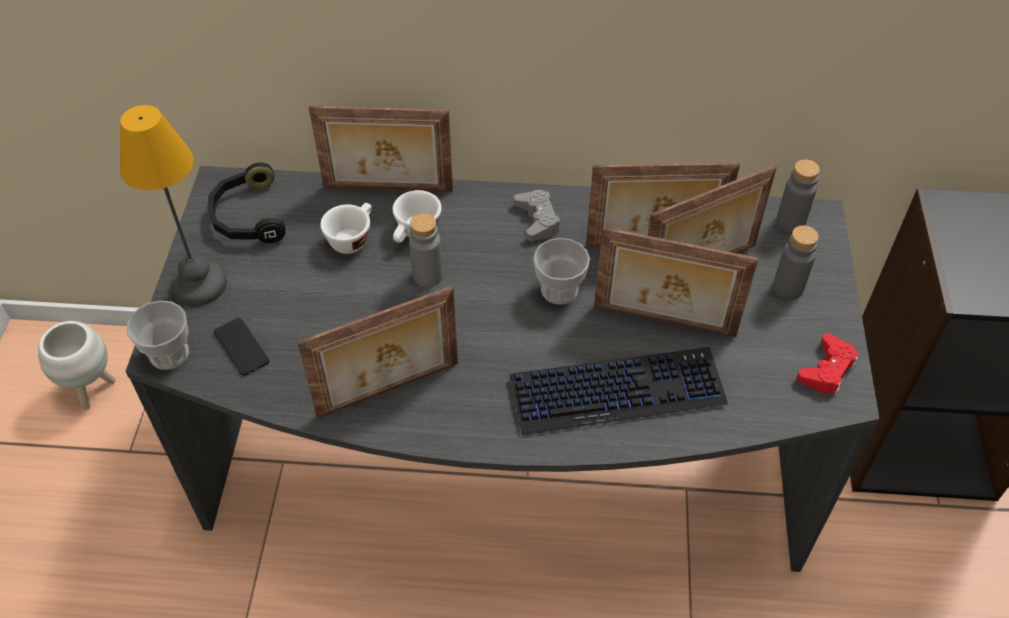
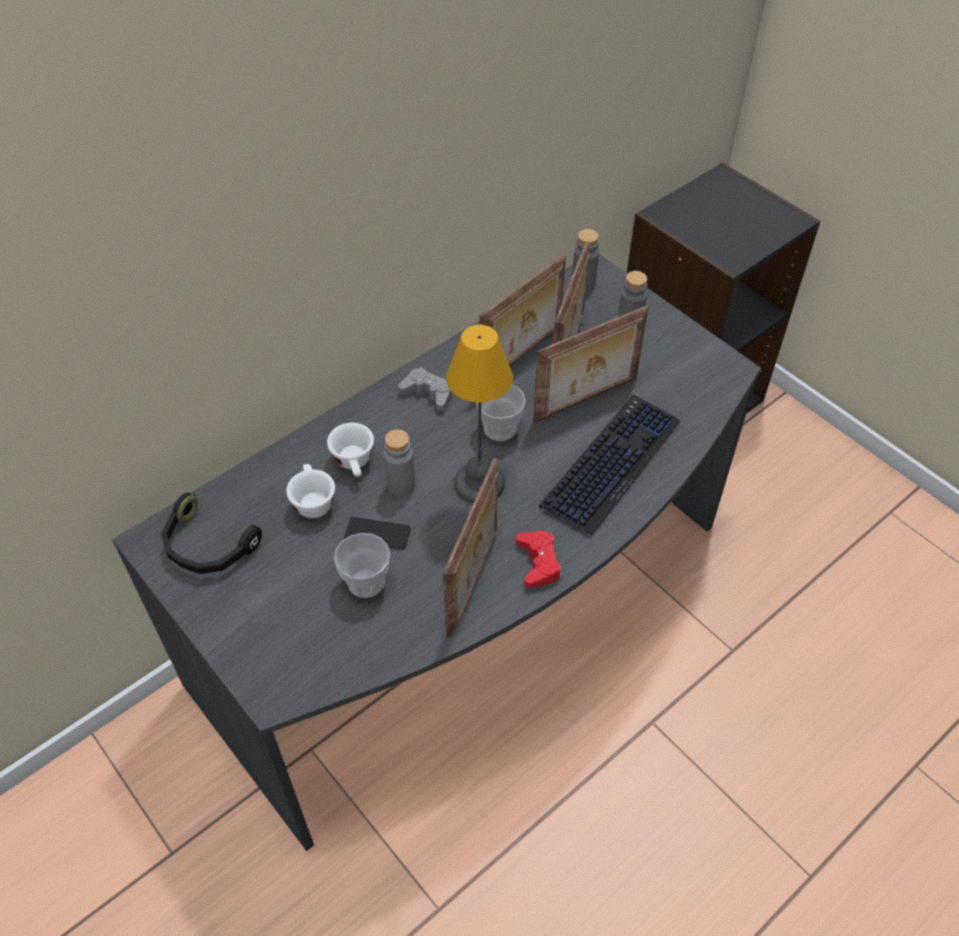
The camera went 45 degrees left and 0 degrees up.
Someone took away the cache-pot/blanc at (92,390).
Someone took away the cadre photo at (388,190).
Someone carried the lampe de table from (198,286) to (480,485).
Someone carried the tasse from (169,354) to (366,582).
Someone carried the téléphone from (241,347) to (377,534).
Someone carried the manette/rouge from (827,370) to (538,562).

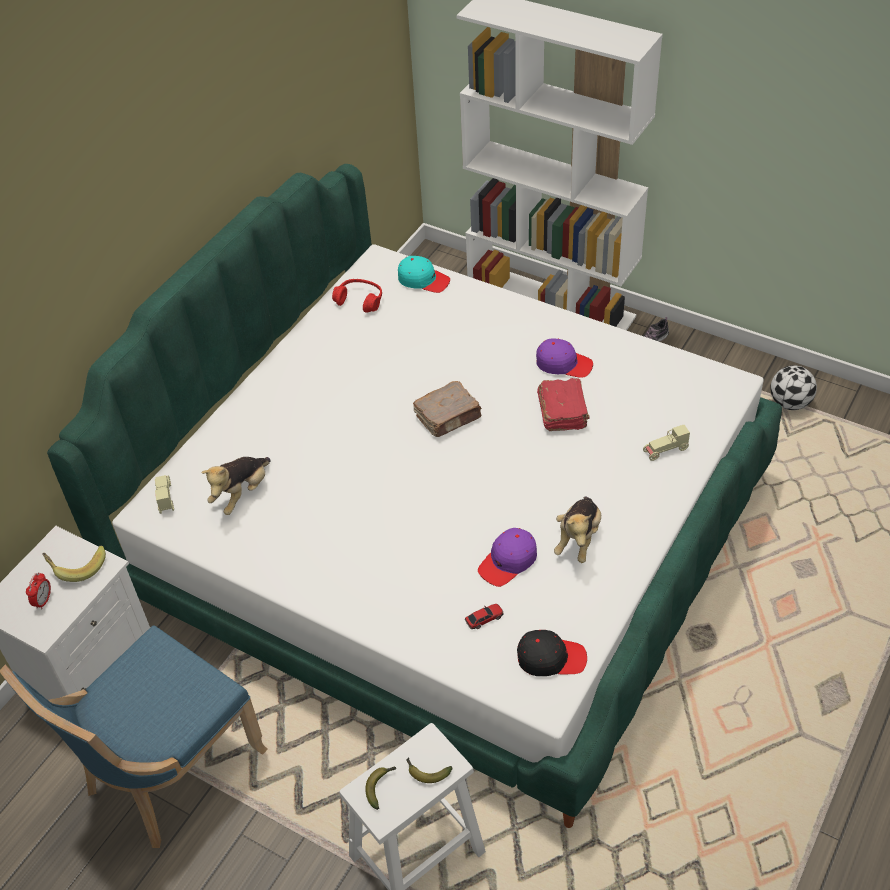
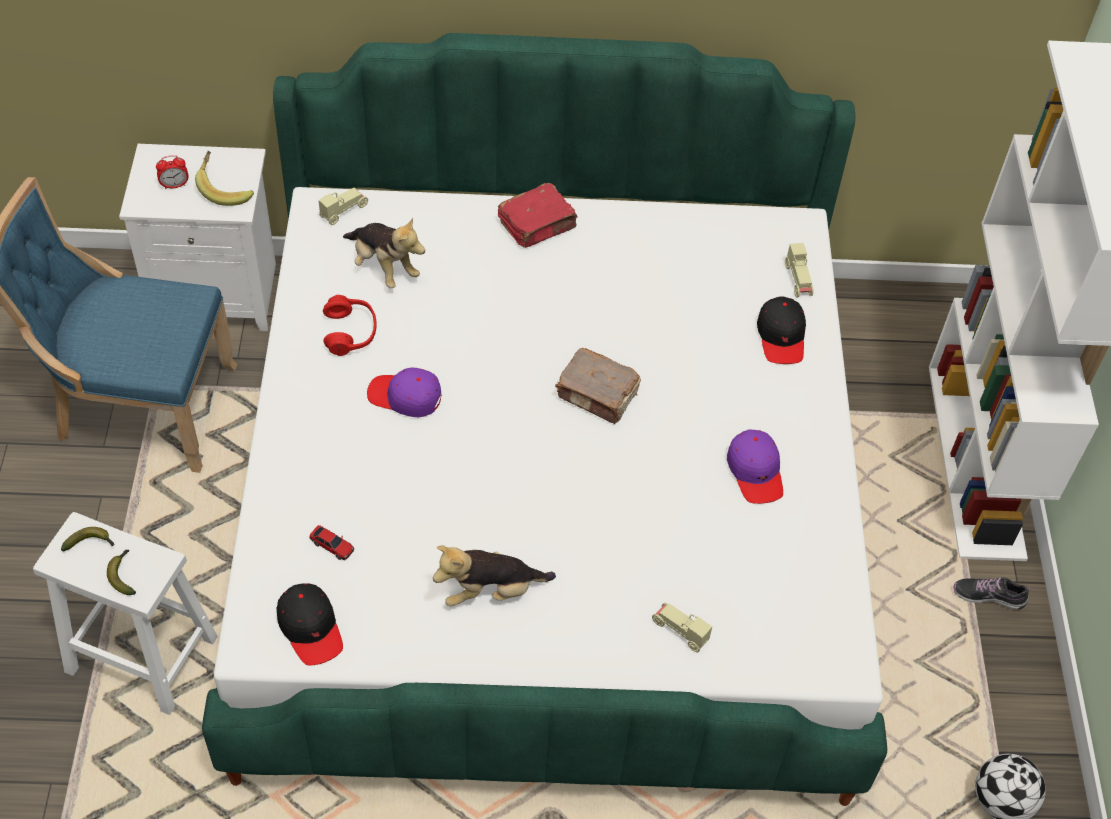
The camera went 55 degrees right and 5 degrees up.
Someone put down the casquette/noir at (781,336).
Someone carried the casque audio/rouge from (359,300) to (350,332).
Someone carried the casquette/violet from (508,562) to (405,397).
Someone carried the livre/rouge from (563,412) to (538,225).
Someone swapped the casquette/turquoise at (423,280) for the petite voiture/beige at (798,280).
Someone rotated the peluche at (242,493) by 135 degrees counterclockwise.

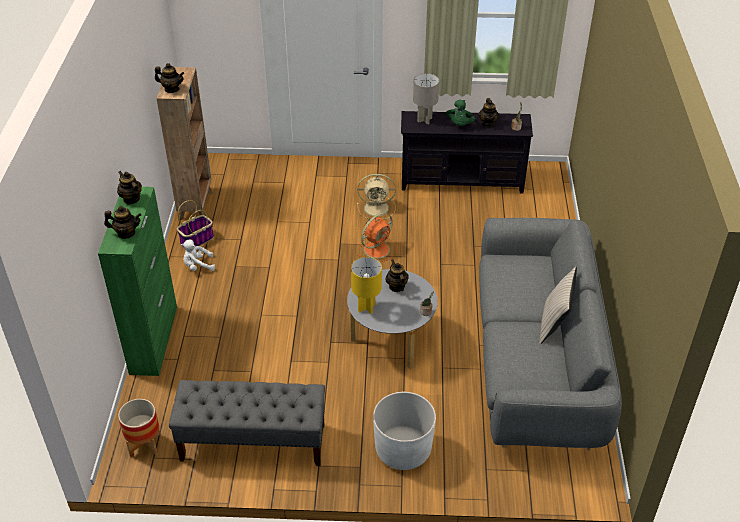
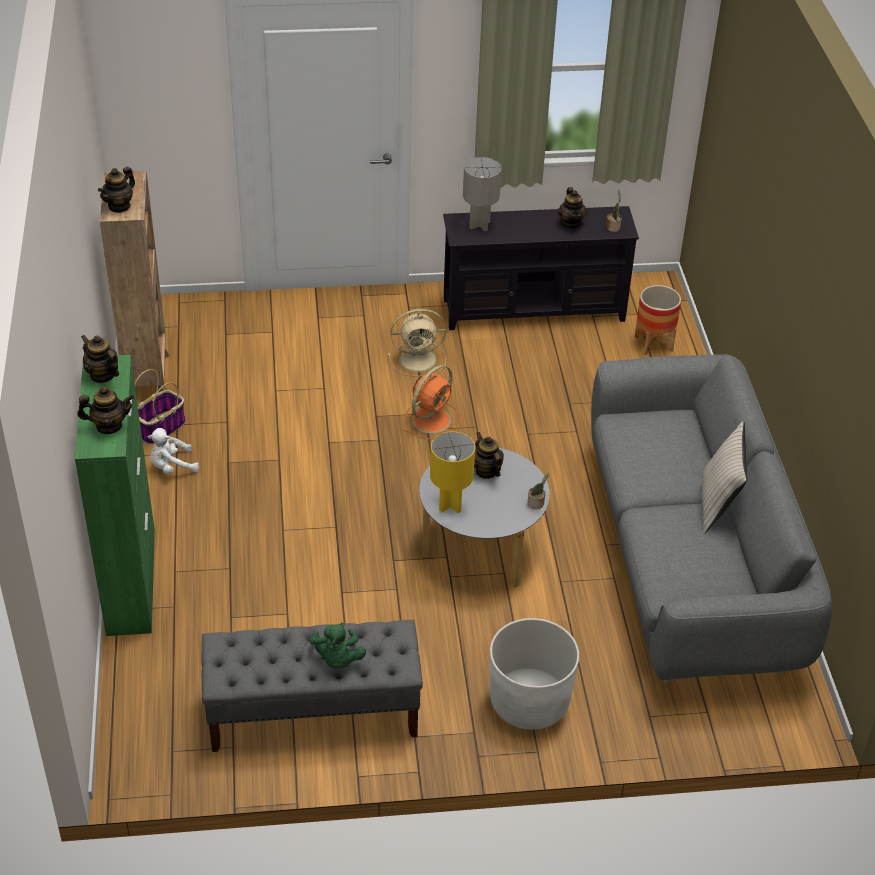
The camera went 10 degrees left and 0 degrees up.
Someone carried the cache-pot from (145,445) to (653,344).
Someone carried the peluche/vert from (459,124) to (337,659).
Someone rotated the théière at (171,89) by 120 degrees clockwise.

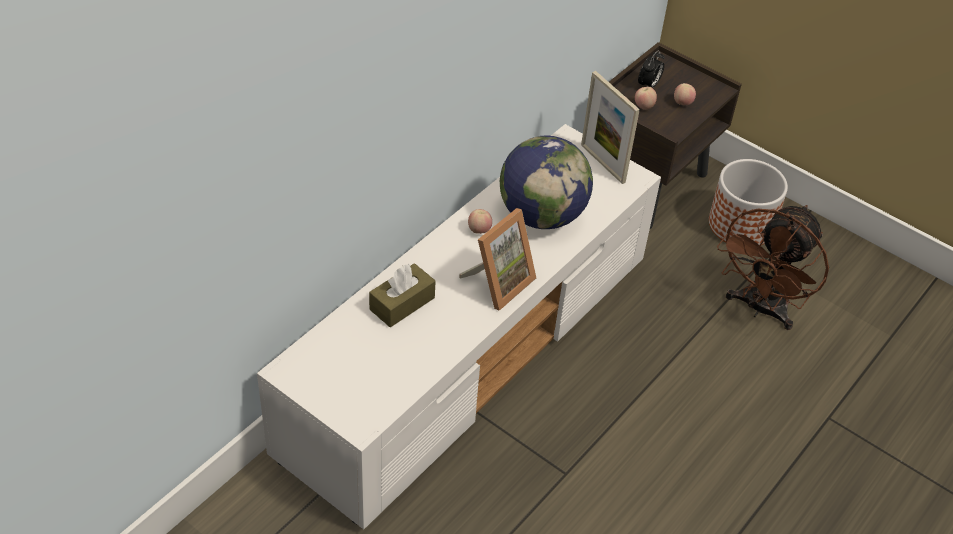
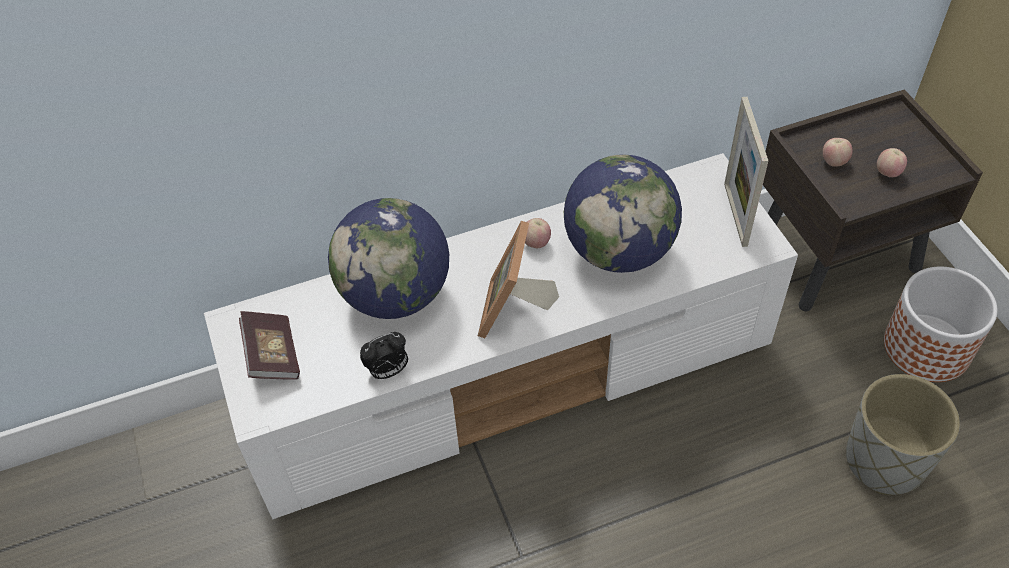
The camera went 35 degrees right and 5 degrees up.
Someone put down the livre at (272,355).
Someone carried the réveil from (648,85) to (388,371).
Someone swapped the boîte à mouchoirs/marron at (402,303) for the globe at (396,295).
Someone swapped the ventilateur/marron at (760,309) for the cache-pot/gris at (885,461).
Someone rotated the cadre photo at (498,283) by 120 degrees clockwise.

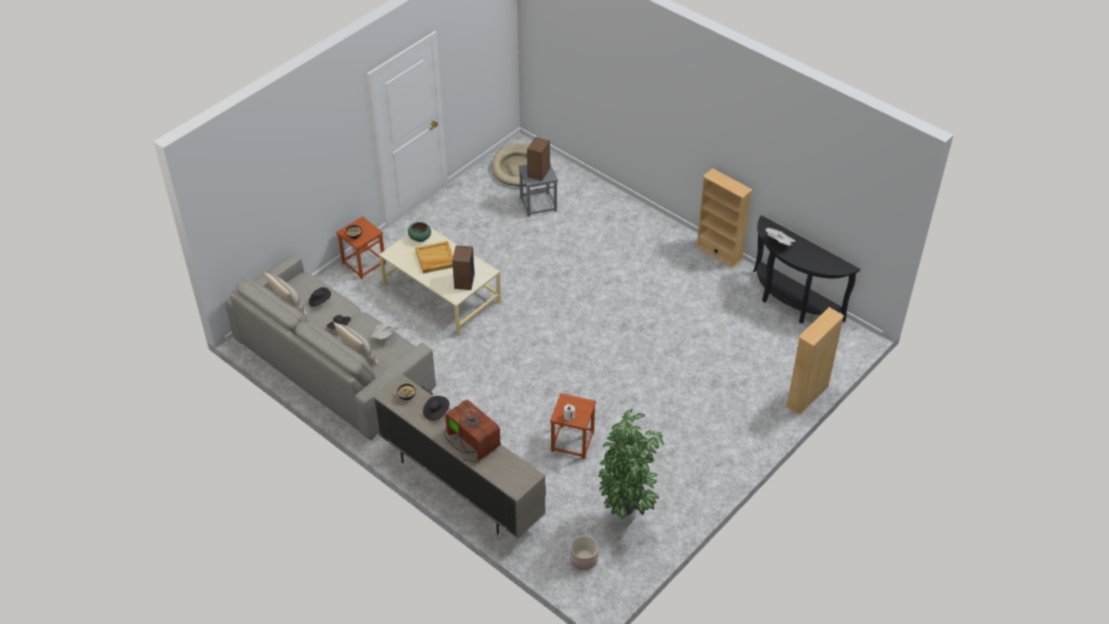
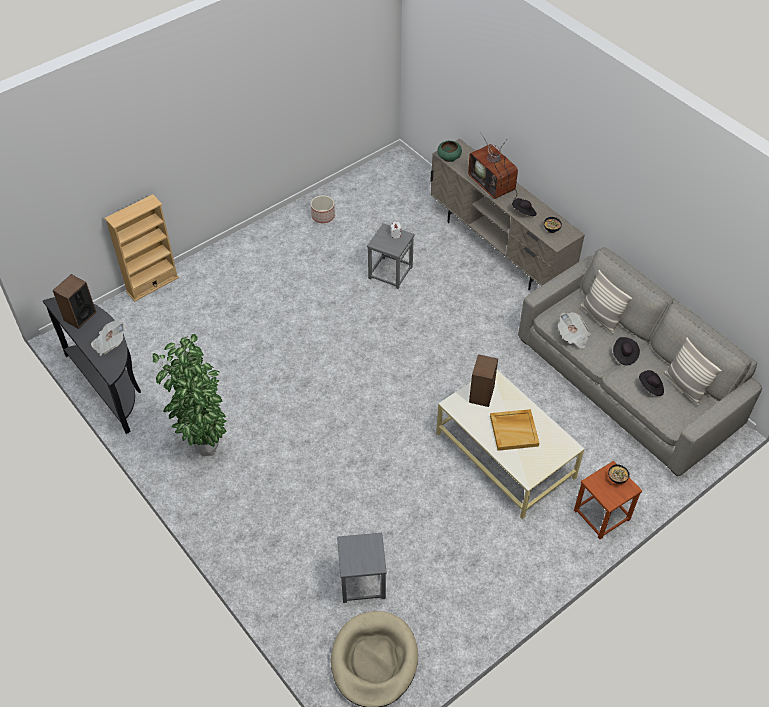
The camera went 170 degrees left and 5 degrees up.
Someone took away the bibliothèque/beige at (719,253).
Someone carried the bol/vert from (420,237) to (449,157).
Someone carried the enceinte from (539,172) to (79,316).
Someone carried the cache-pot from (584,558) to (323,216).
Someone carried the plante en pot from (626,520) to (205,447).
Someone repainted the tabouret/marron at (573,442), which became the tabouret/gris at (390,272).

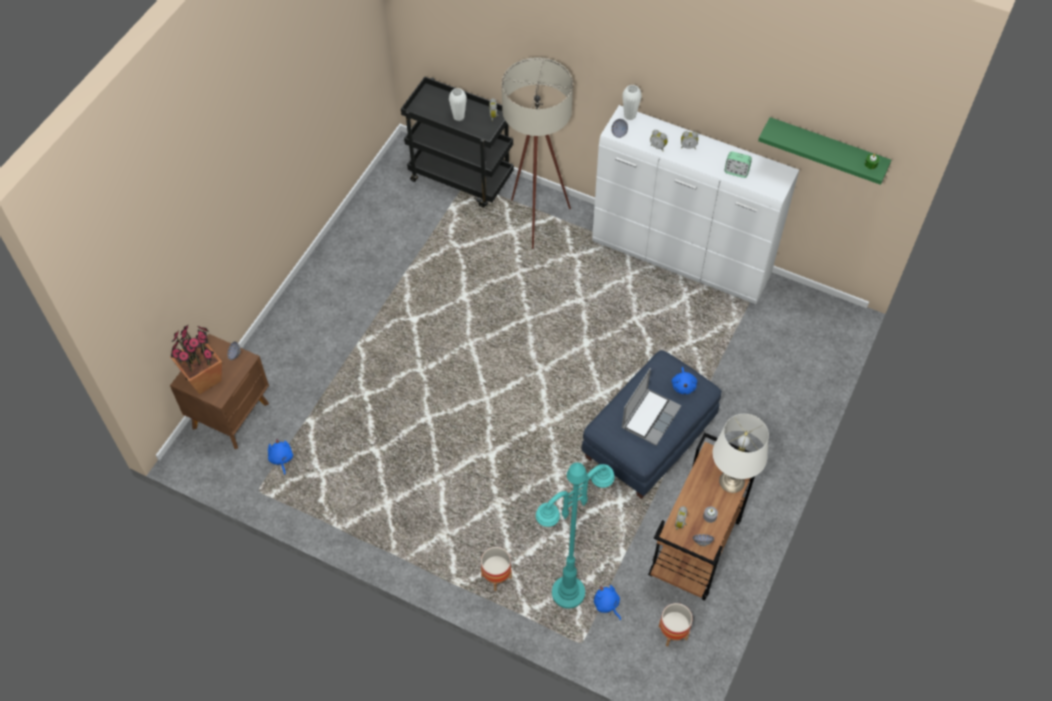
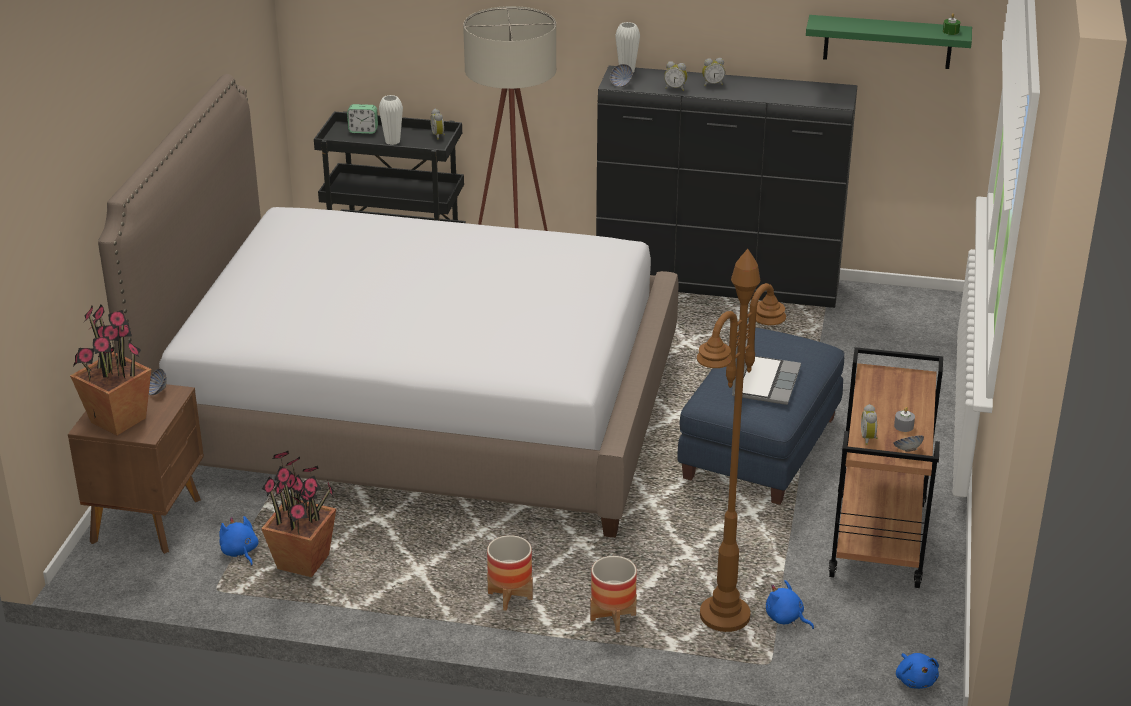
The camera went 15 degrees left and 25 degrees down.
Someone took away the lampe de table/blanc at (732,481).
Someone put down the lit at (417,412).
Someone put down the plante en pot at (304,563).
Someone carried the cache-pot from (673,632) to (510,597).
Someone carried the peluche/bleu from (683,385) to (915,680).
Someone carried the réveil from (736,171) to (363,130).
Someone repainted the lampadaire/turquoise at (568,592), which became the lampadaire/marron at (725,616).
Someone repainted the commode/blanc at (681,260), which became the commode/noir at (718,285).

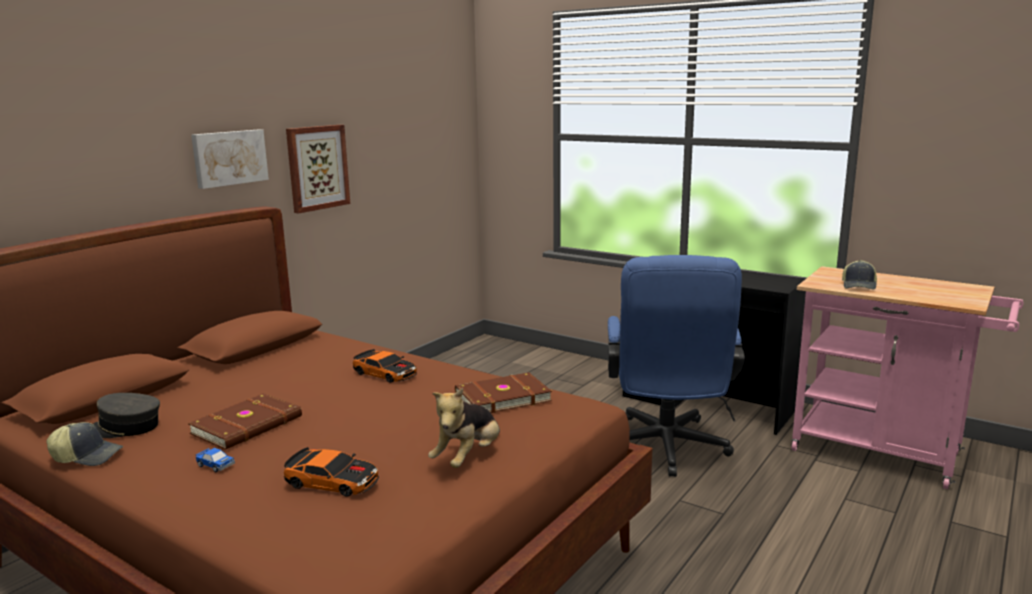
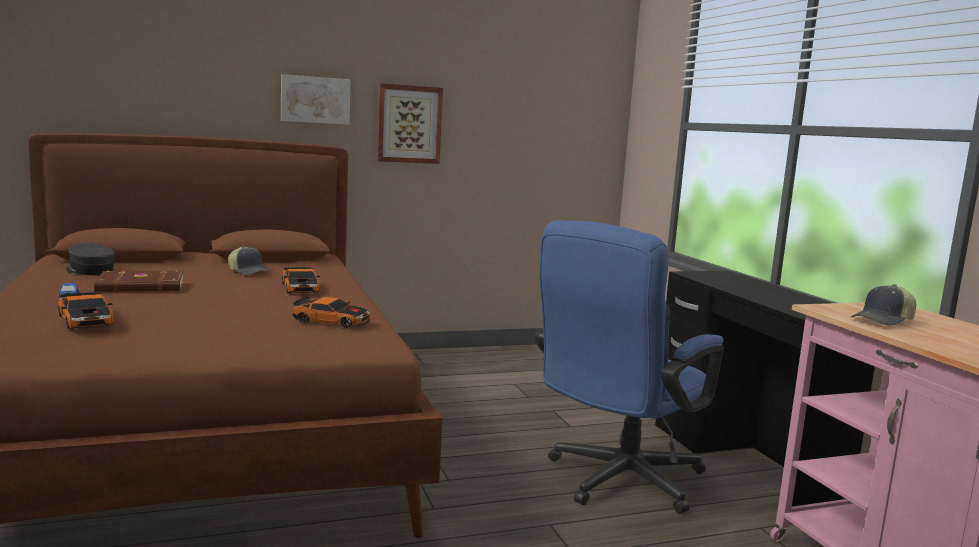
The camera went 35 degrees right and 5 degrees down.
Someone took away the peluche at (468,457).
Someone carried the casquette from (87,456) to (249,272).
Someone swapped the livre/marron at (501,397) for the petite voiture at (332,320).

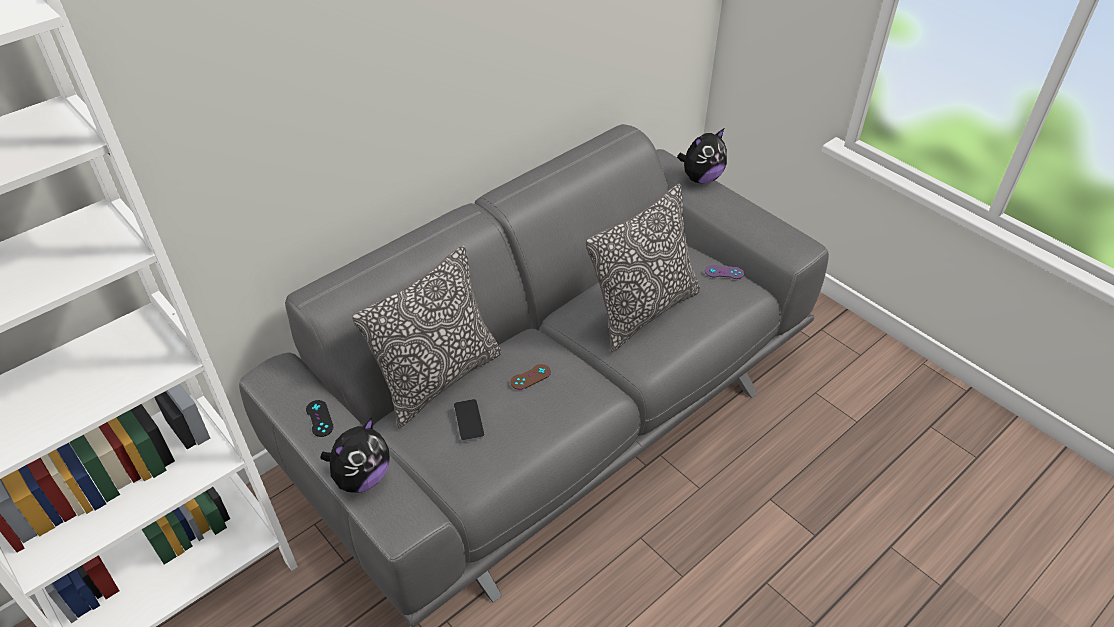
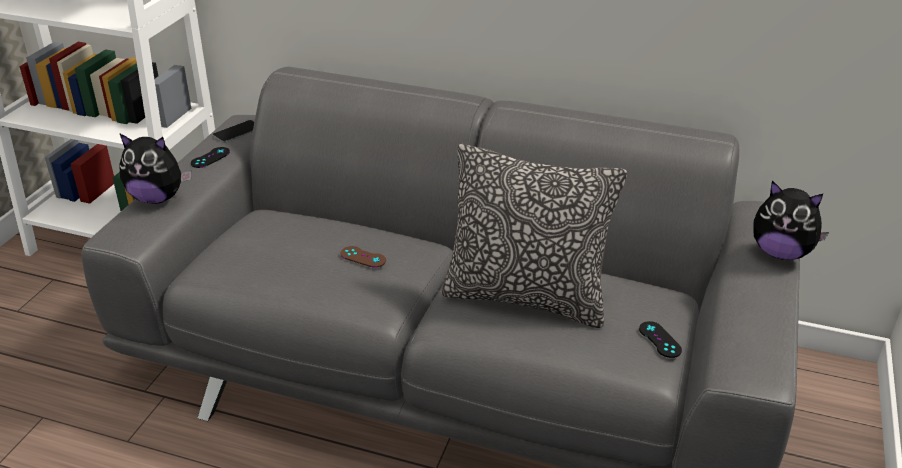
The camera went 60 degrees right and 10 degrees down.
Someone took away the coussin at (438,379).
Someone carried the téléphone from (469,420) to (237,132).
Someone repainted the manette/violet at (724,272), which became the manette/noir at (660,339).

